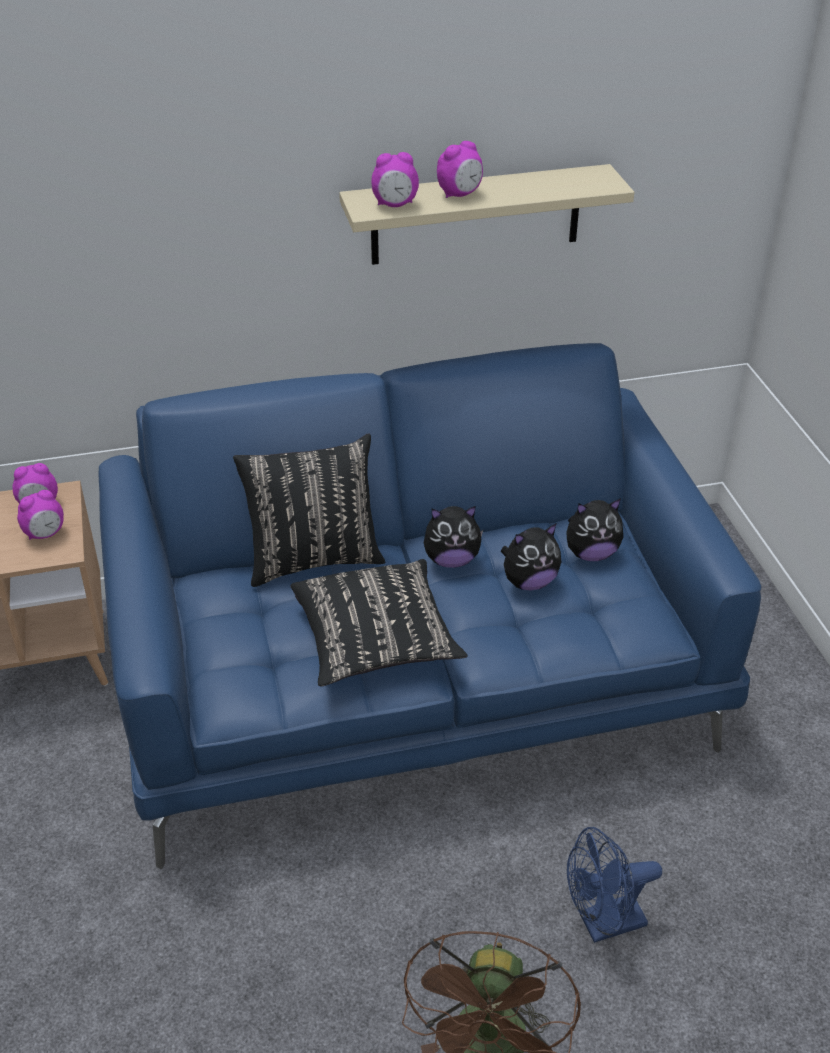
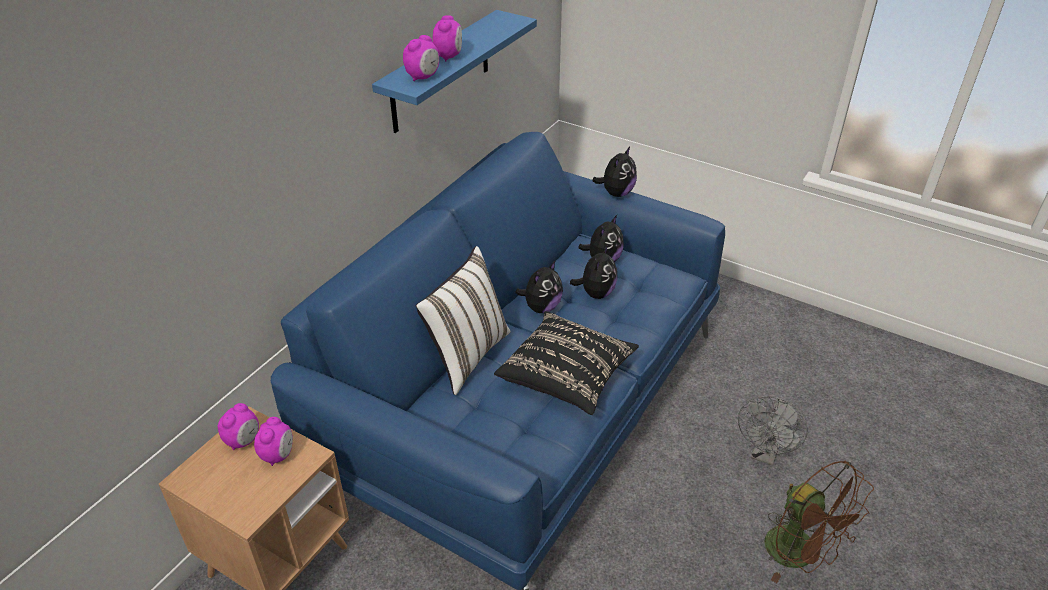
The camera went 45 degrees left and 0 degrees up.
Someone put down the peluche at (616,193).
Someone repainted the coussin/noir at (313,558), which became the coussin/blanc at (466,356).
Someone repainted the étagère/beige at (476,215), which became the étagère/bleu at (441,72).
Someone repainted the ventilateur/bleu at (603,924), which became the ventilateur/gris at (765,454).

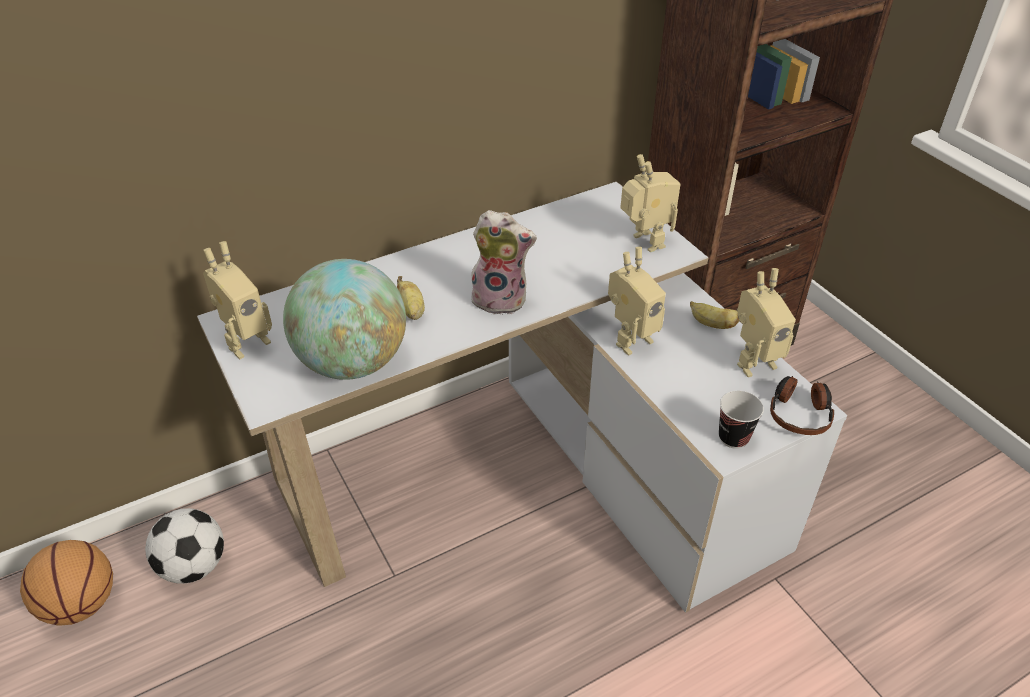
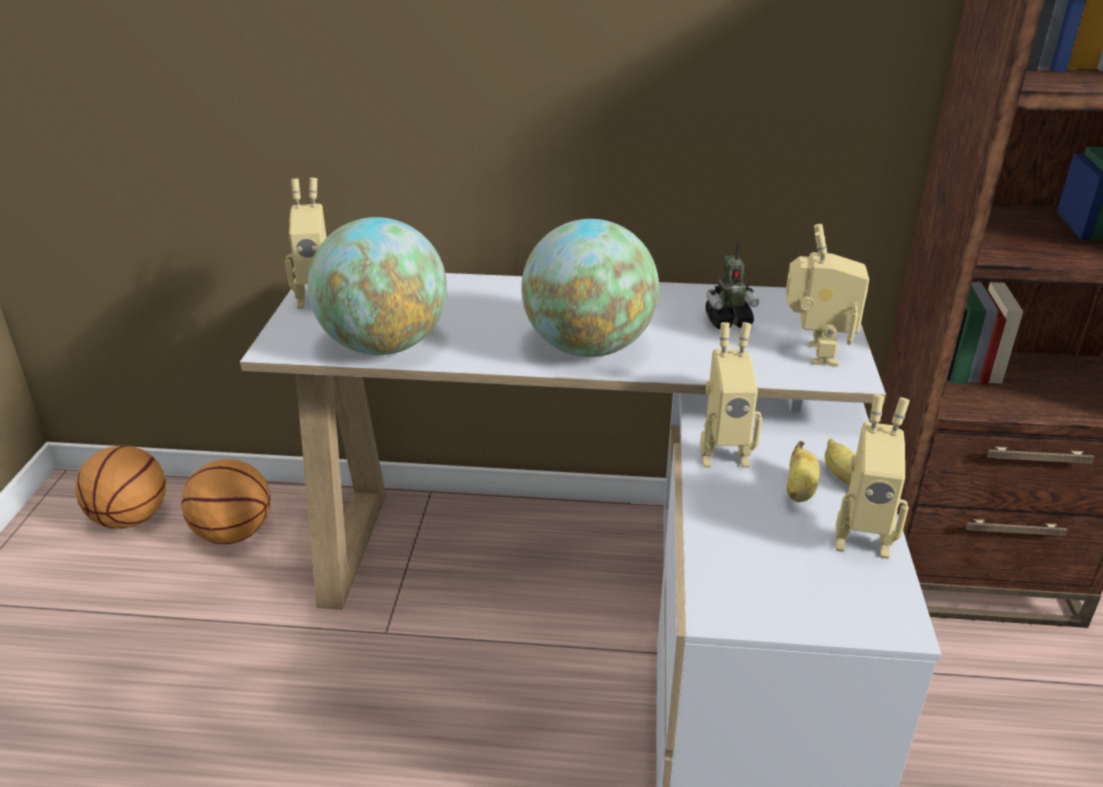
The camera went 35 degrees right and 10 degrees down.
Someone took away the tasse at (733,437).
Someone took away the casque audio at (799,413).
Someone put down the robot jouet at (728,321).
Someone carried the banane from (412,310) to (799,490).
Someone swapped the ballon de foot at (194,566) for the ballon de basket at (234,533).
Someone swapped the peluche at (501,299) for the globe at (588,347).

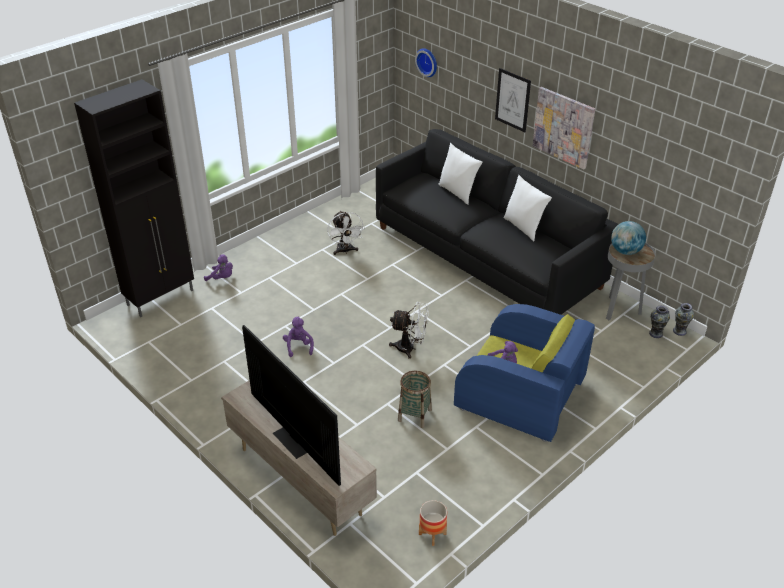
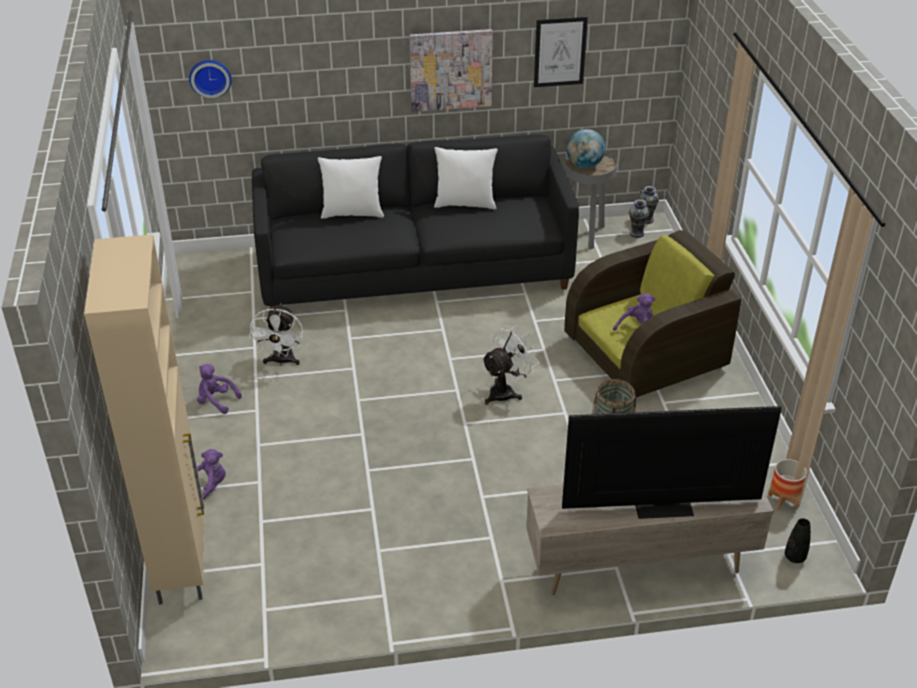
The camera went 55 degrees left and 0 degrees up.
Someone put down the vase/noir at (795,557).
Someone carried the peluche/violet from (298,346) to (216,401).
Someone carried the tableau from (512,100) to (560,52).
Someone repainted the meuble de rangement/noir at (161,297), which became the meuble de rangement/beige at (183,562).
Someone repainted the fauteuil/bleu at (521,396), which became the fauteuil/marron at (646,353).
Someone rotated the ventilateur/blanc at (345,251) by 75 degrees clockwise.

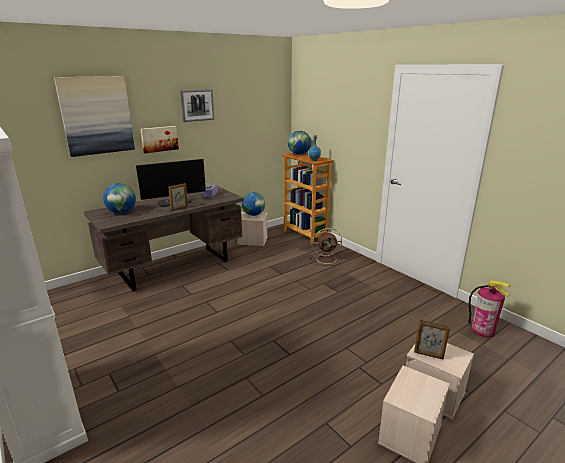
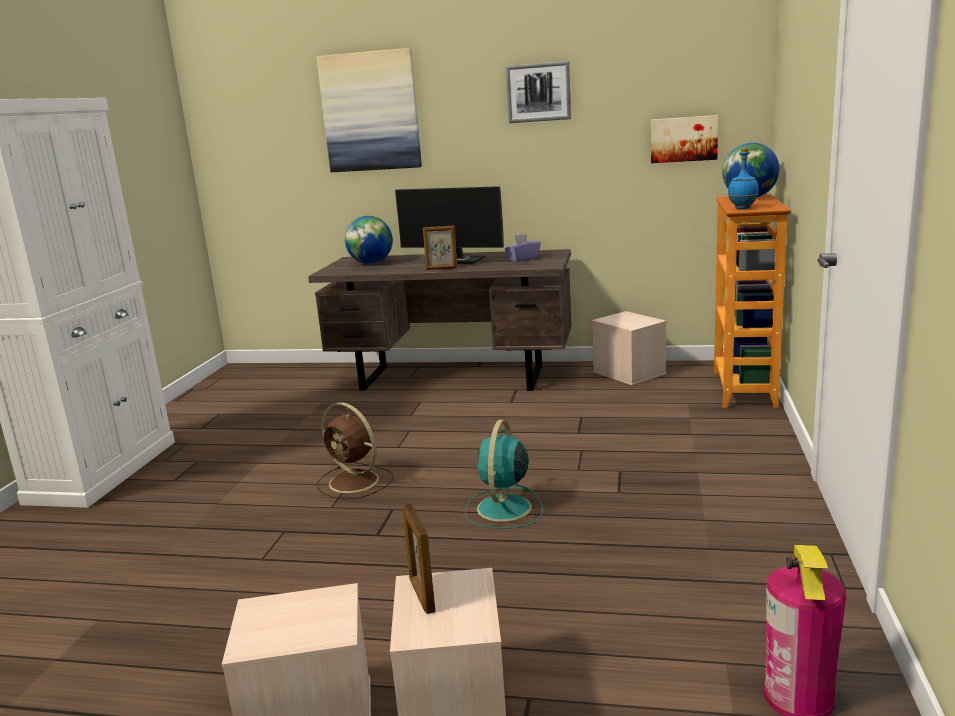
The camera went 50 degrees right and 5 degrees down.
Someone took away the globe at (253,215).
Someone put down the ventilateur/turquoise at (503,509).
Someone carried the tableau from (159,139) to (683,139).
Someone carried the ventilateur/marron from (327,259) to (355,482).

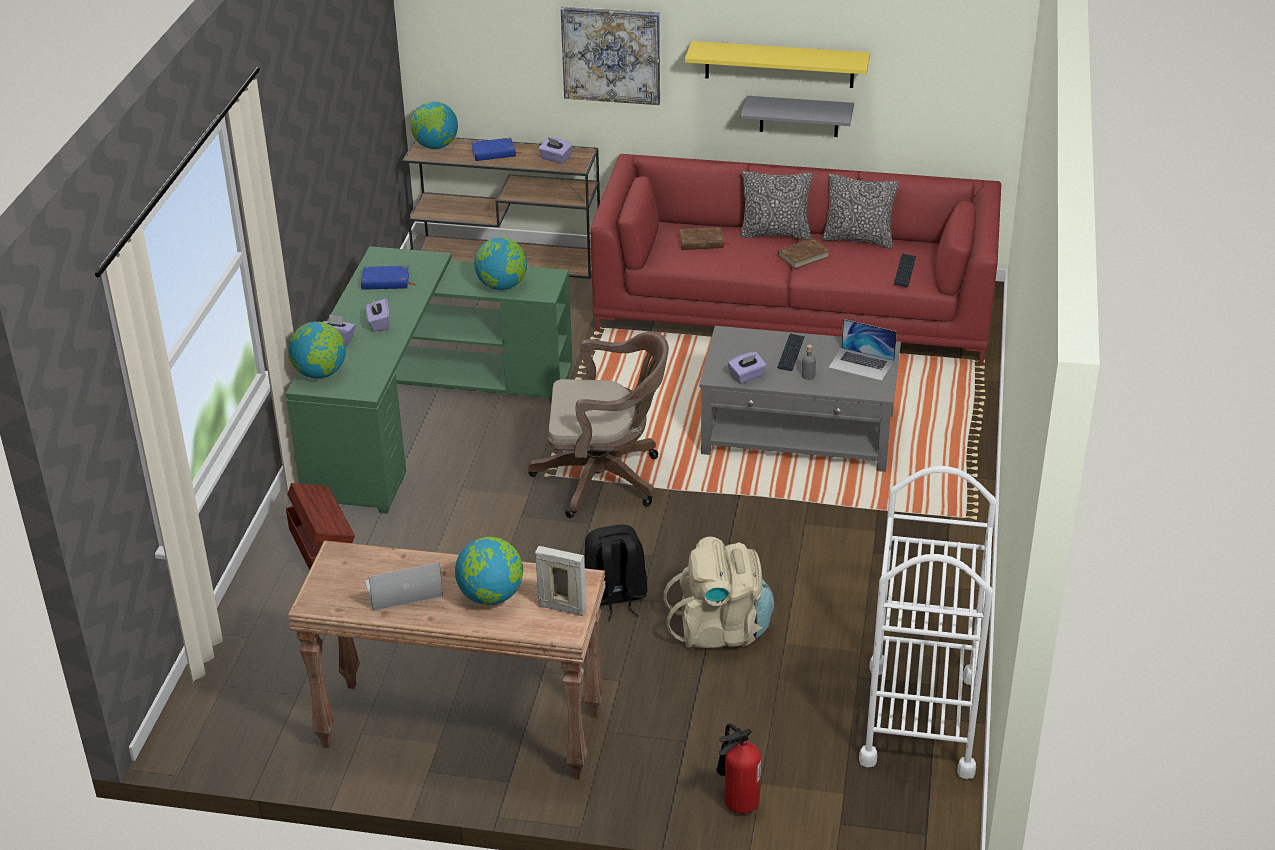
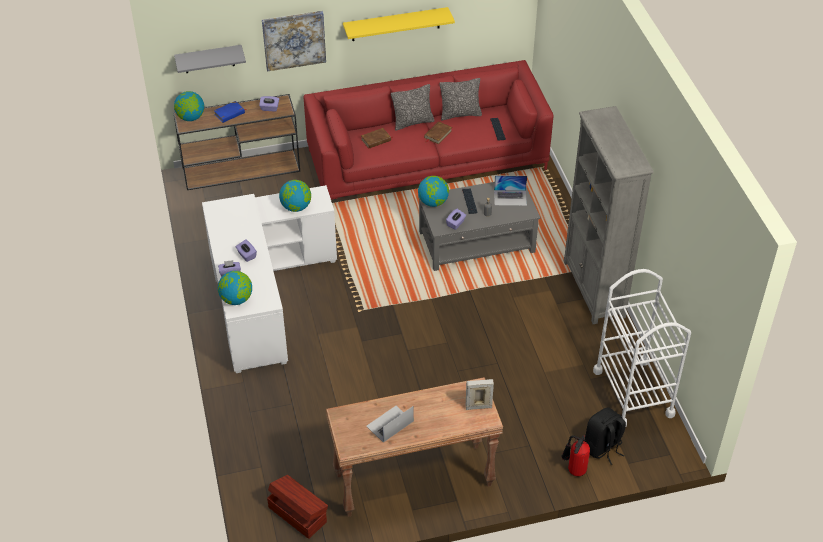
The camera went 25 degrees left and 10 degrees up.
Someone took away the livre/bleu at (386,281).
Someone took away the chaise de bureau/marron at (605,479).
Someone took away the sac à dos/beige at (721,629).
Someone put down the bibliothèque/gris at (594,289).
Someone carried the boîte de rangement/marron from (322,547) to (297,513).
Someone carried the globe from (491,596) to (433,202).
Someone carried the sac à dos/noir from (615,598) to (603,448).
Someone carried the étagère/gris from (799,116) to (209,59).
Someone repainted the bureau/vert at (419,416), which became the bureau/blanc at (262,294).

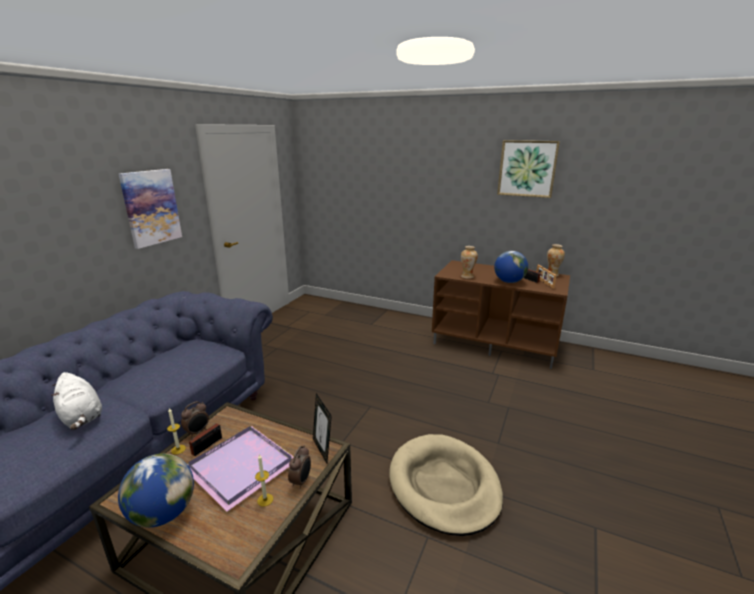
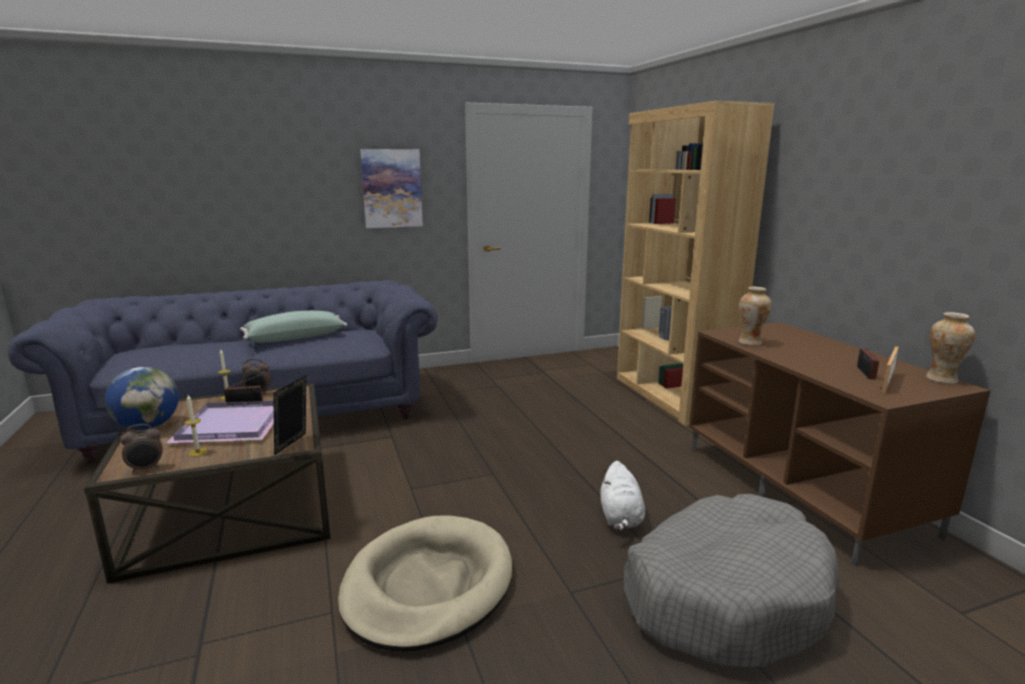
The camera went 45 degrees right and 5 degrees down.
Someone took away the globe at (509,282).
Someone took away the tableau at (527,168).
Someone put down the coussin/vert at (295,337).
Someone put down the bibliothèque/marron at (671,396).
Someone put down the panier pour chien/gris at (725,595).
Someone carried the peluche/blanc from (81,417) to (620,518).
Someone carried the réveil from (301,481) to (146,468).

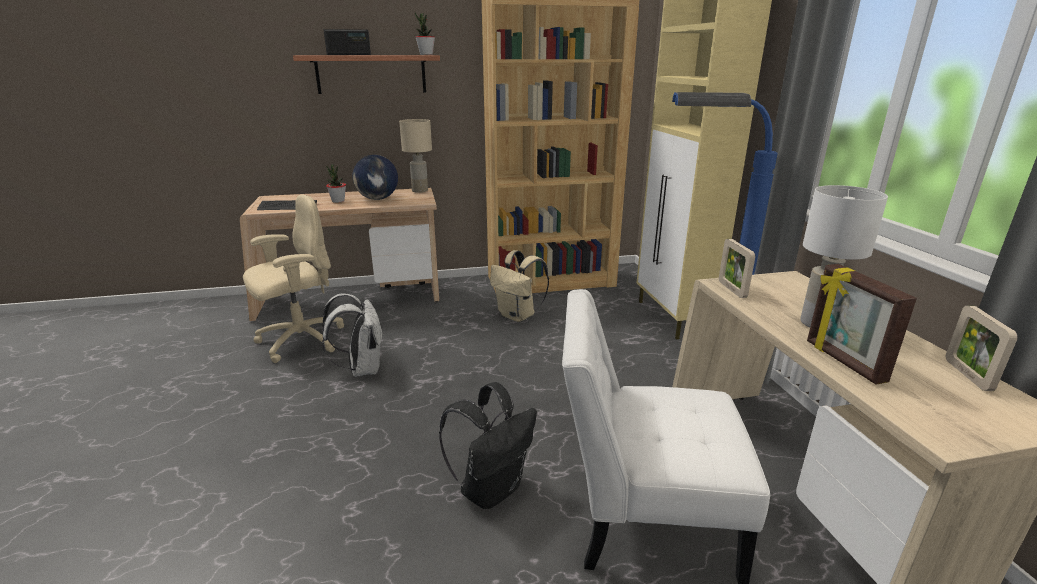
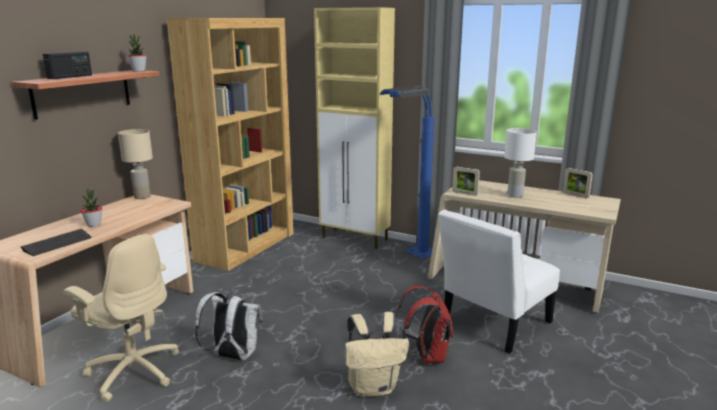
The camera went 50 degrees left and 5 degrees down.
Someone took away the globe at (378,199).
Someone took away the cadre photo at (843,361).
Someone carried the sac à dos/beige from (518,316) to (373,387).
Someone repainted the sac à dos/noir at (491,488), which became the sac à dos/rouge at (427,355).
Someone rotated the chaise de bureau/beige at (300,341) by 120 degrees clockwise.

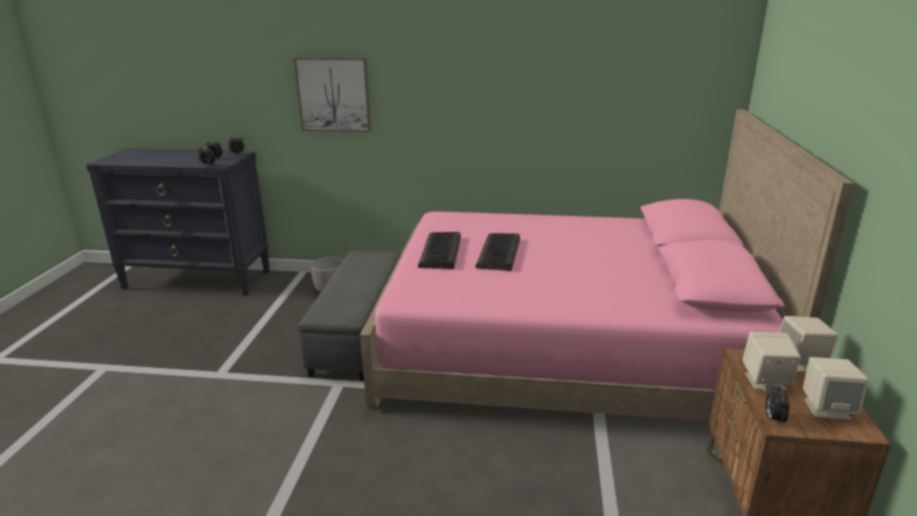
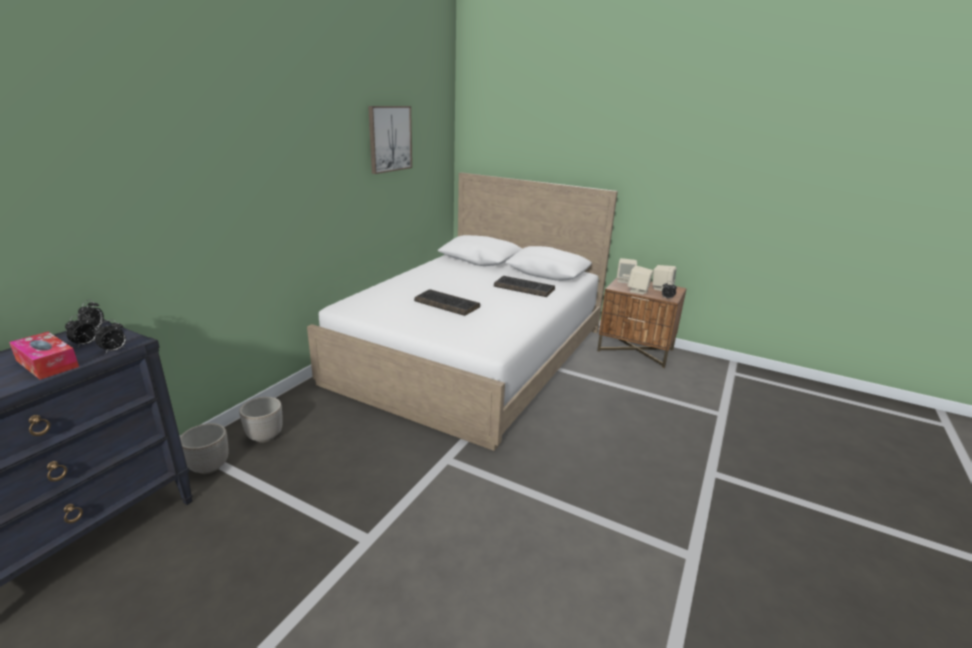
The camera went 70 degrees left and 0 degrees up.
Someone took away the pouf/gris at (360,333).
Someone put down the boîte à mouchoirs at (47,363).
Someone put down the cache-pot at (209,467).
Someone carried the tableau from (334,94) to (390,139).
Someone carried the clavier from (441,252) to (524,288).
Someone repainted the lit/rose at (564,346), which became the lit/blanc at (473,354).

